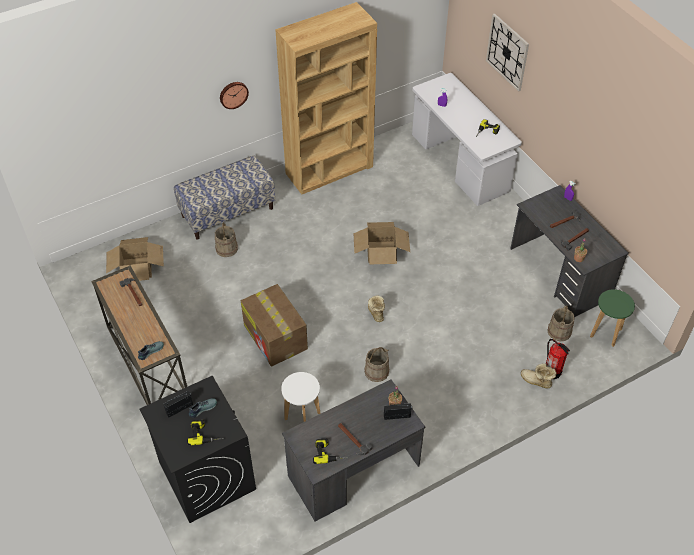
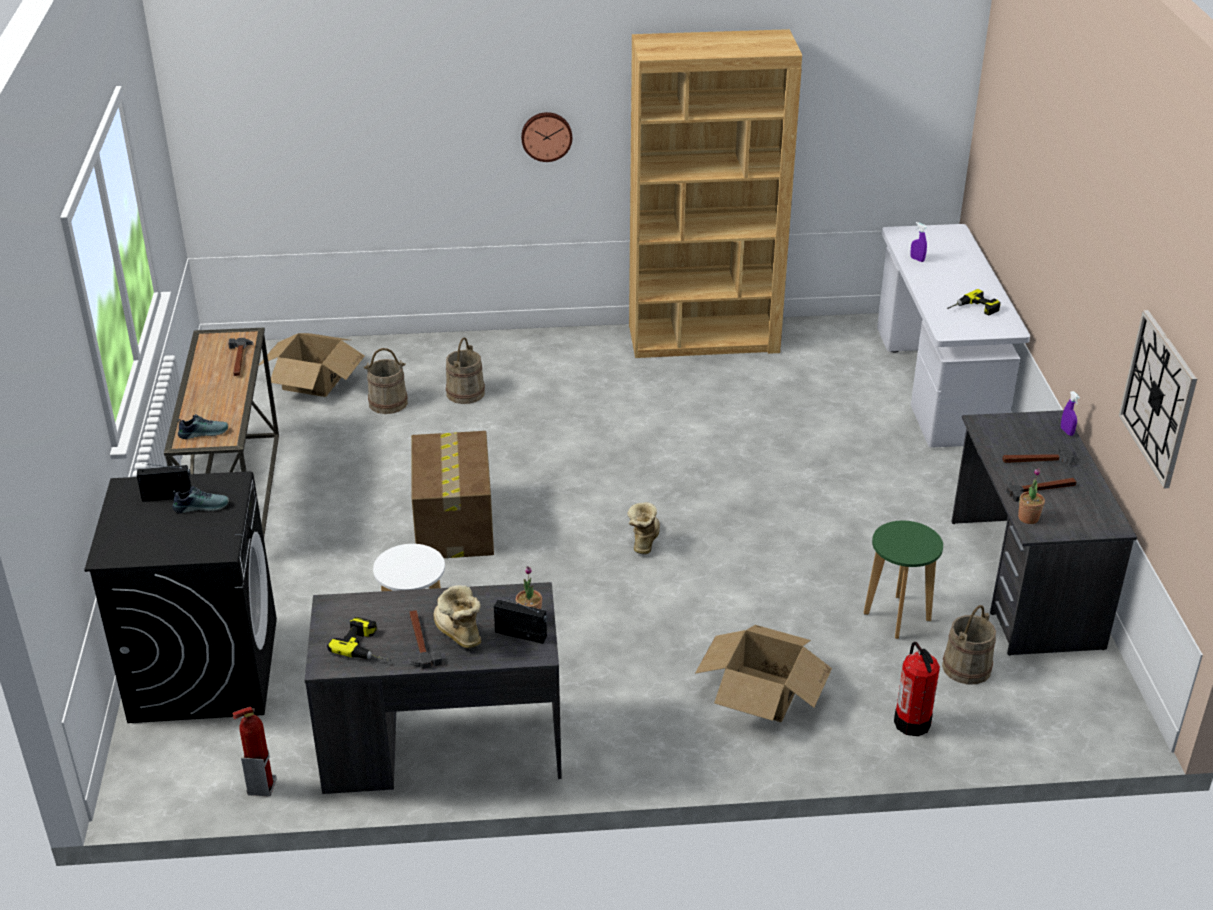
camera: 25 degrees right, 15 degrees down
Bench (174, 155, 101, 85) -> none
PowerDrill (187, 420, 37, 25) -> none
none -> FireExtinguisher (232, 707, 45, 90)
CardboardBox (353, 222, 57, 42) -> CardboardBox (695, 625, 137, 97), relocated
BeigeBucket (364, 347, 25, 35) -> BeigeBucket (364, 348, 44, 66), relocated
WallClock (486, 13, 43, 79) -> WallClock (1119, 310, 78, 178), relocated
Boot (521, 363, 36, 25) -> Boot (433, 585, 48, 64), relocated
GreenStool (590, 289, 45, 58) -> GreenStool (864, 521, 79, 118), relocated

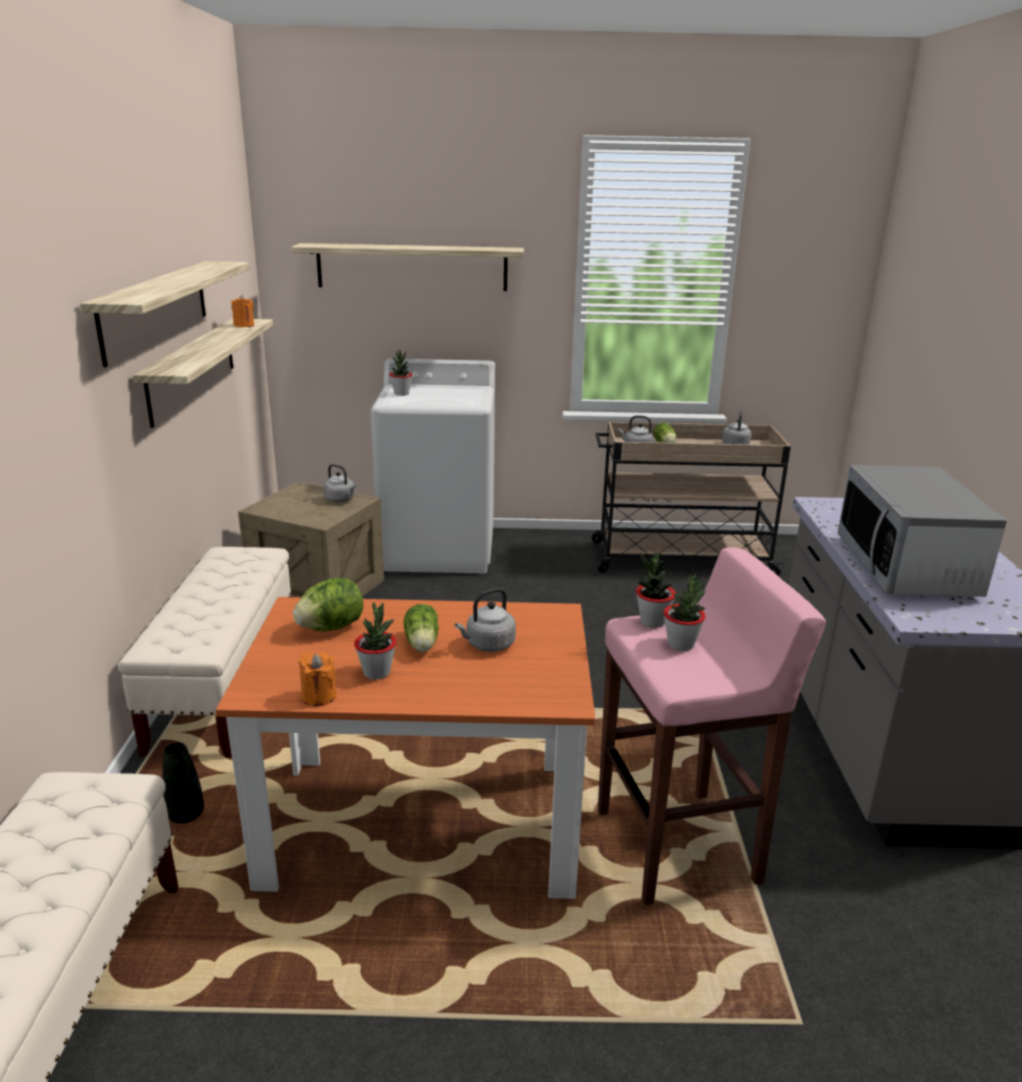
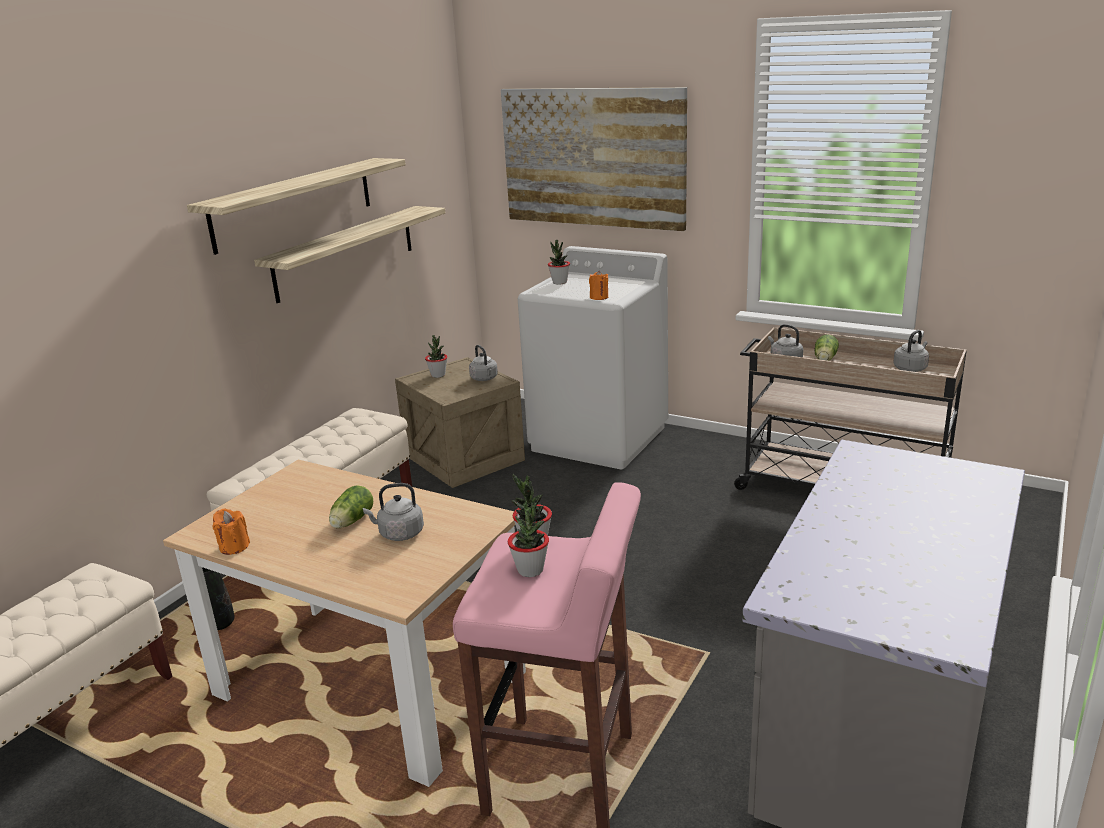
camera: 30 degrees right, 0 degrees up
Lettuce (293, 578, 71, 53) -> none
Microwave (838, 465, 169, 132) -> none
OrangeCandle (231, 295, 23, 32) -> OrangeCandle (589, 271, 19, 29), relocated
PottedPlant (354, 602, 43, 78) -> PottedPlant (425, 335, 22, 43), relocated
Shelf (291, 243, 233, 48) -> Picture (501, 87, 186, 144)
OrangeDiningTable (216, 597, 379, 302) -> BeigeDiningTable (163, 459, 363, 328)

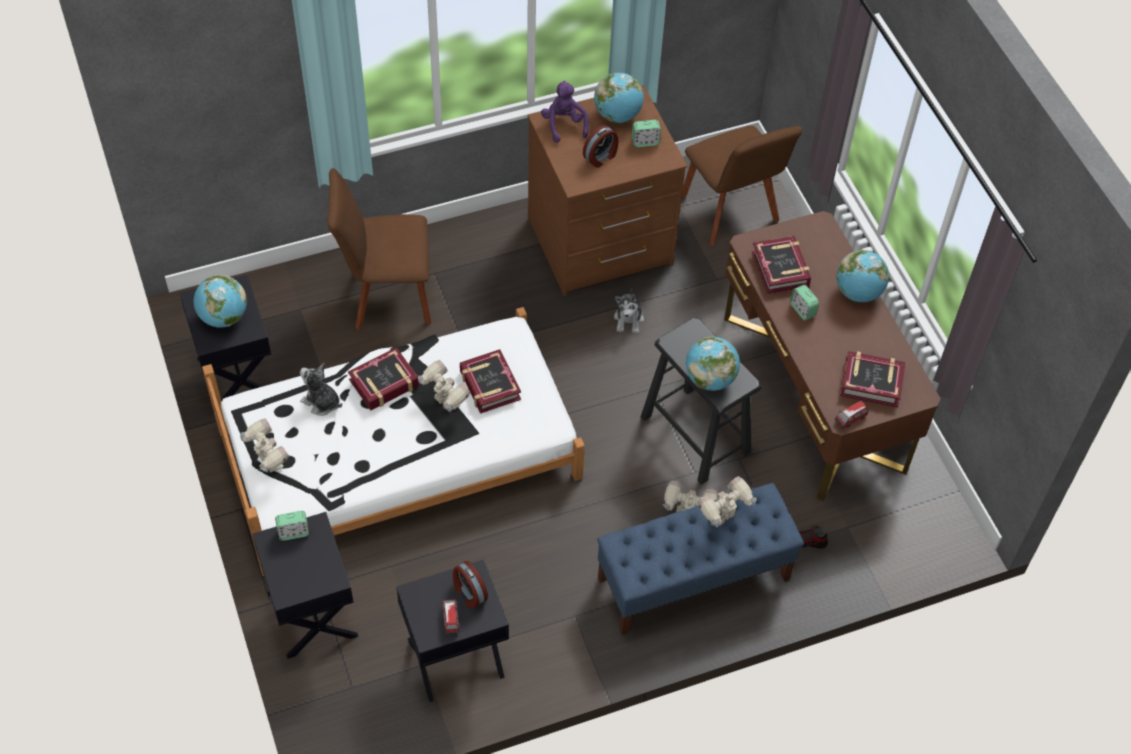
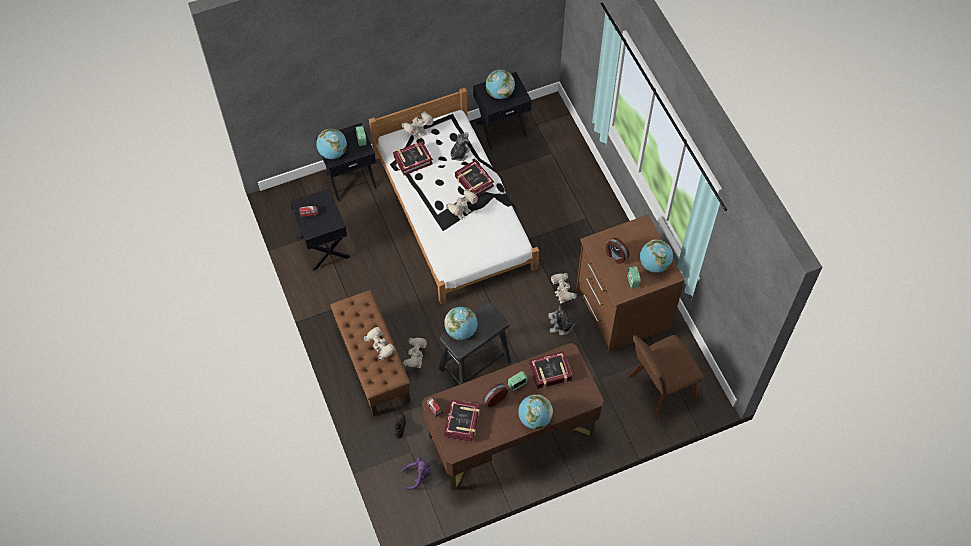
camera: 90 degrees right, 5 degrees up
BrownChair (327, 168, 104, 162) -> none
none -> Globe (316, 129, 31, 30)
none -> ToyRobot (551, 273, 26, 30)
AlarmClock (453, 561, 35, 47) -> AlarmClock (483, 383, 25, 24), relocated
Book (460, 349, 61, 65) -> Book (393, 141, 40, 34), relocated
PurplePlushToy (541, 81, 48, 62) -> PurplePlushToy (401, 457, 30, 33), relocated
BlueBench (597, 483, 207, 152) -> BrownBench (330, 290, 80, 126)

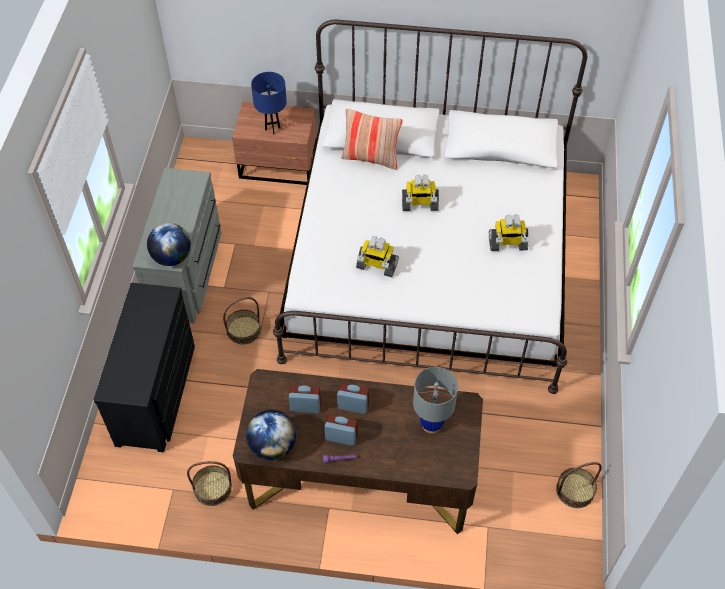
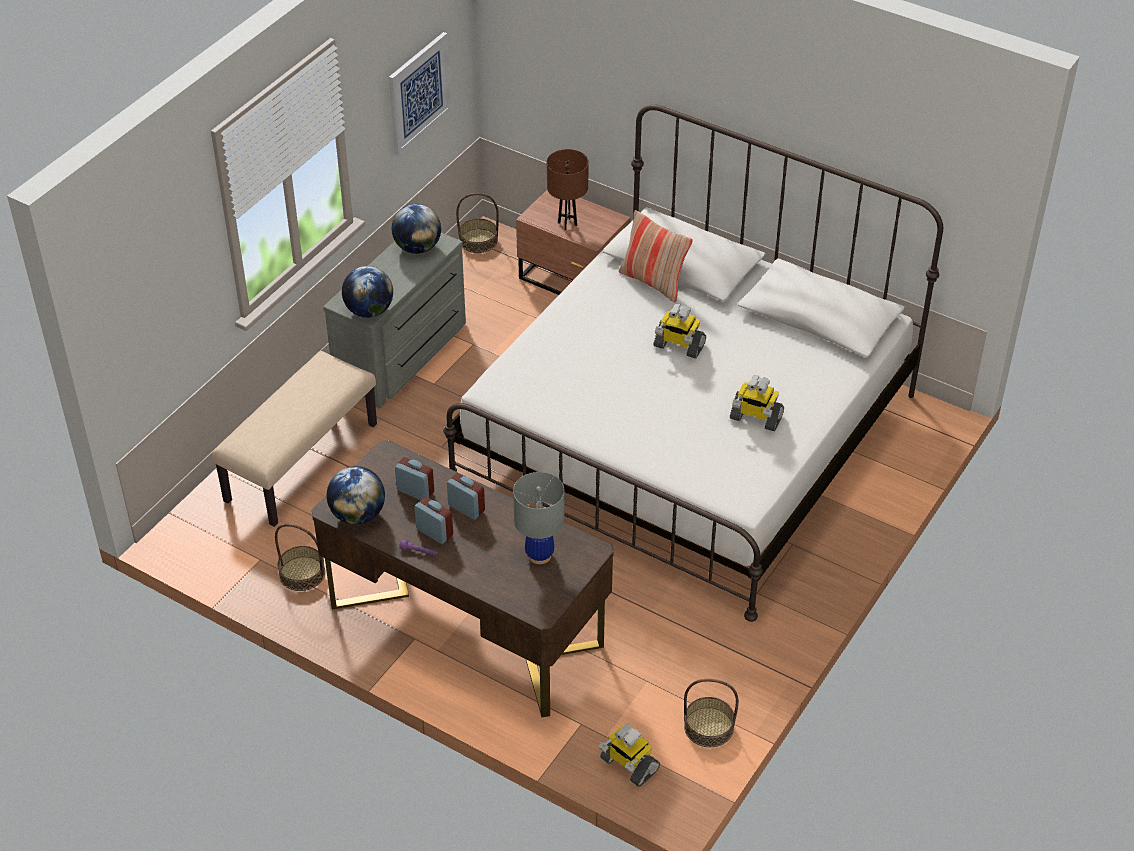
camera: 25 degrees right, 10 degrees down
none -> Picture (389, 32, 62, 124)
none -> Globe (392, 204, 49, 50)
Basket (223, 297, 38, 48) -> Basket (456, 193, 43, 60), relocated
ToyRobot (356, 236, 43, 41) -> ToyRobot (599, 724, 61, 63), relocated
BlackDresser (93, 283, 102, 169) -> BeigeBench (212, 351, 165, 176)
BlueTableLamp (251, 72, 36, 63) -> BrownTableLamp (547, 149, 42, 81)

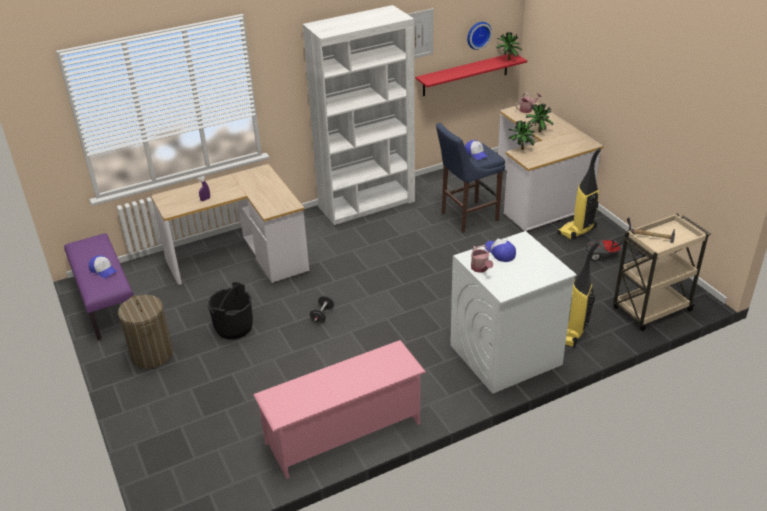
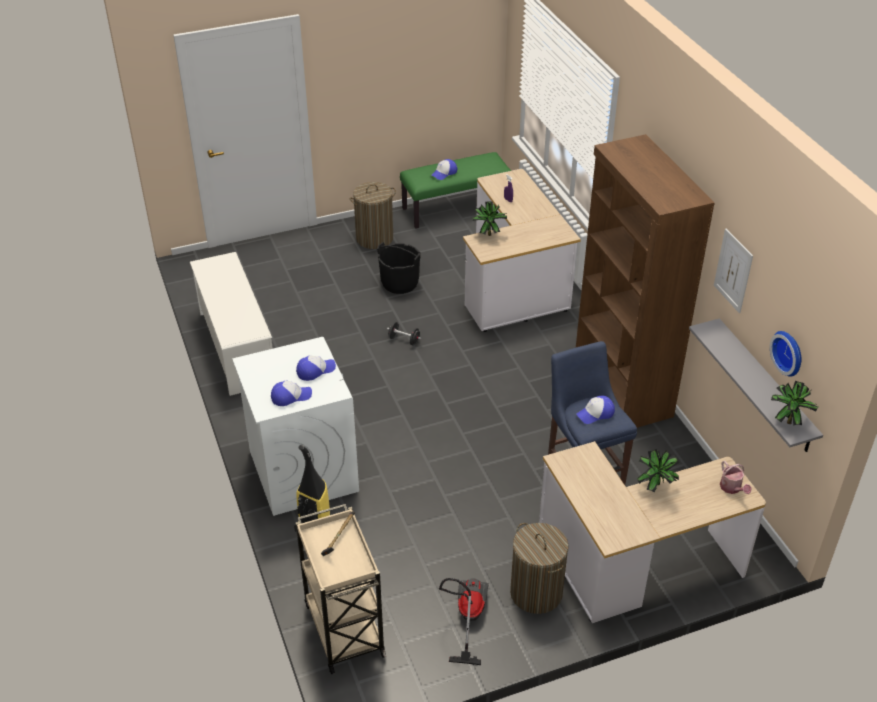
camera: 95 degrees right, 5 degrees up
WateringCan (471, 245, 22, 28) -> none
none -> Cap (271, 381, 41, 25)
PottedPlant (508, 120, 27, 30) -> PottedPlant (473, 201, 34, 35), relocated
VacuumCleaner (557, 148, 44, 93) -> LaundryBasket (510, 523, 59, 91)
PurpleBench (64, 233, 70, 107) -> GreenBench (400, 152, 111, 77)
PinkShoeRack (253, 340, 173, 139) -> WhiteShoeRack (190, 252, 83, 144)
WhiteBookcase (302, 5, 113, 220) -> BrownBookcase (576, 134, 138, 294)
RedShelf (415, 53, 112, 43) -> GreyShelf (689, 318, 134, 134)

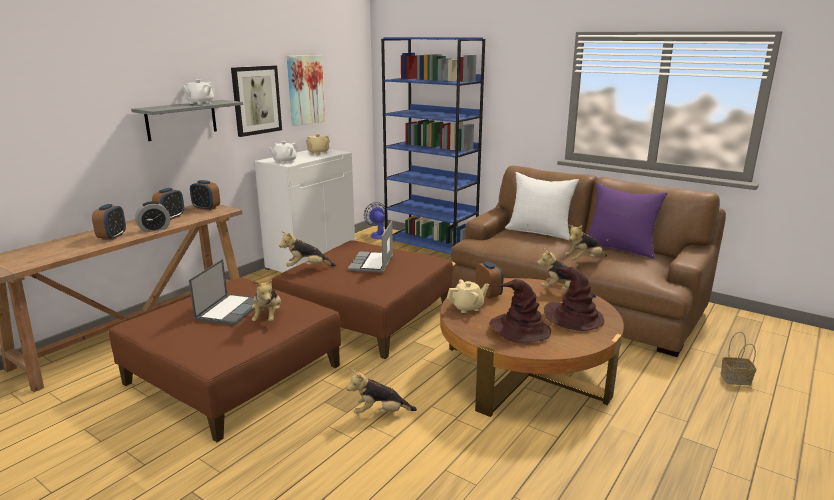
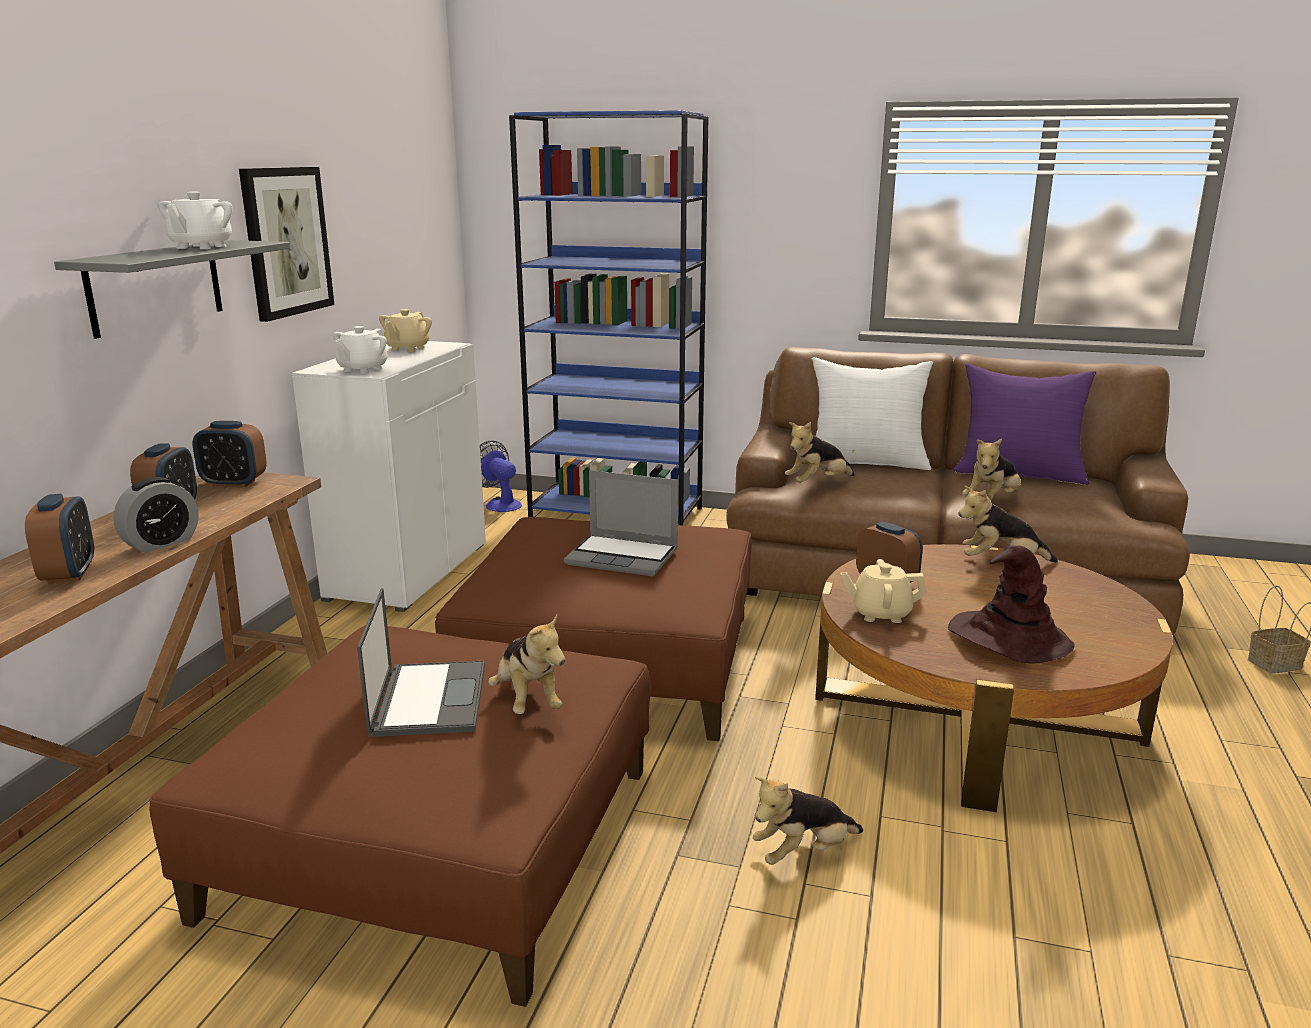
camera: 20 degrees left, 0 degrees up
Picture (287, 55, 38, 71) -> none
BrownHat (544, 267, 61, 64) -> none
PlushToy (279, 231, 57, 36) -> PlushToy (785, 422, 70, 61), relocated
Laptop (348, 221, 45, 52) -> Laptop (564, 470, 114, 106), 60 degrees counterclockwise
BeigeTeapot (447, 279, 42, 34) -> BeigeTeapot (840, 559, 87, 64), 135 degrees counterclockwise

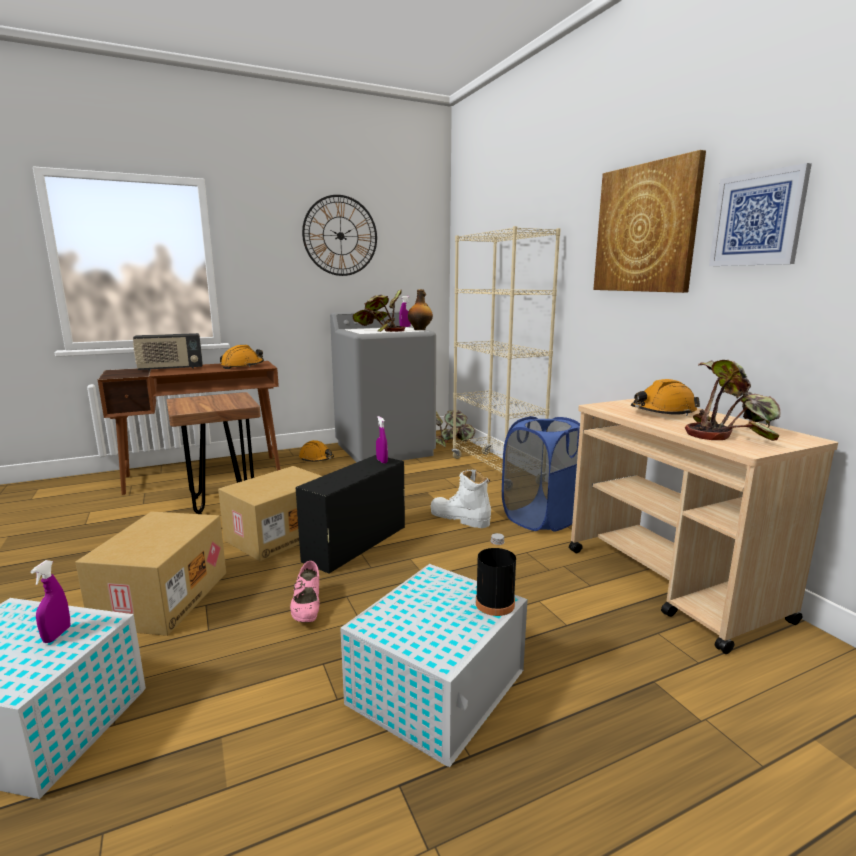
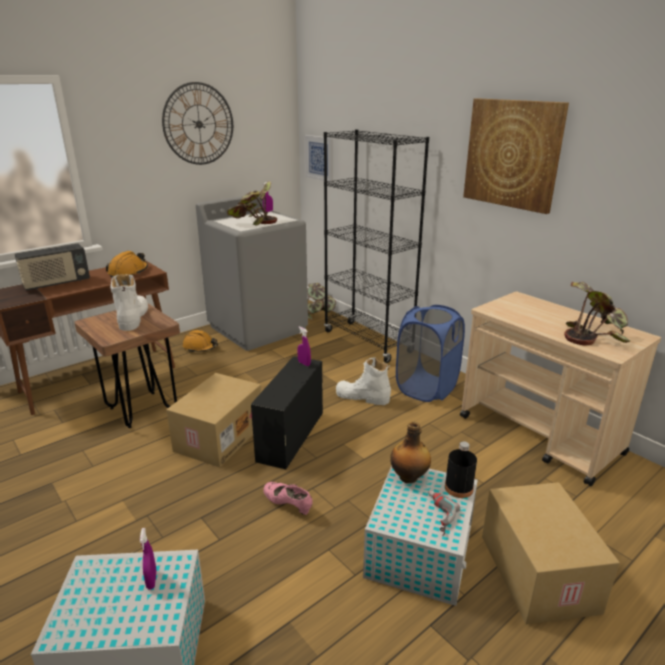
camera: 15 degrees left, 10 degrees up
OrangeHardHat (631, 379, 69, 37) -> none
none -> WhiteBoot (110, 274, 38, 57)
none -> PowerDrill (428, 491, 32, 45)
CardboardBox (75, 512, 151, 124) -> CardboardBox (482, 482, 138, 143), relocated
Bottle (408, 289, 25, 41) -> Bottle (390, 422, 41, 61), relocated
Picture (709, 163, 103, 103) -> Picture (305, 135, 28, 47), relocated
BeigeBookcase (452, 226, 109, 246) -> BlackBookcase (324, 129, 105, 234)
PinkShoe (290, 561, 30, 62) -> PinkShoe (263, 482, 50, 33), 150 degrees clockwise

